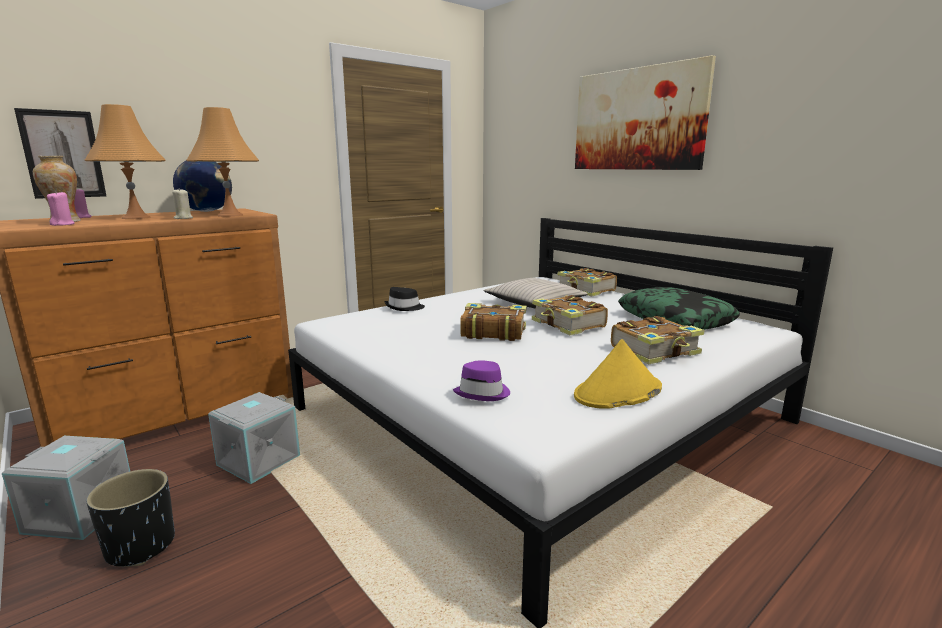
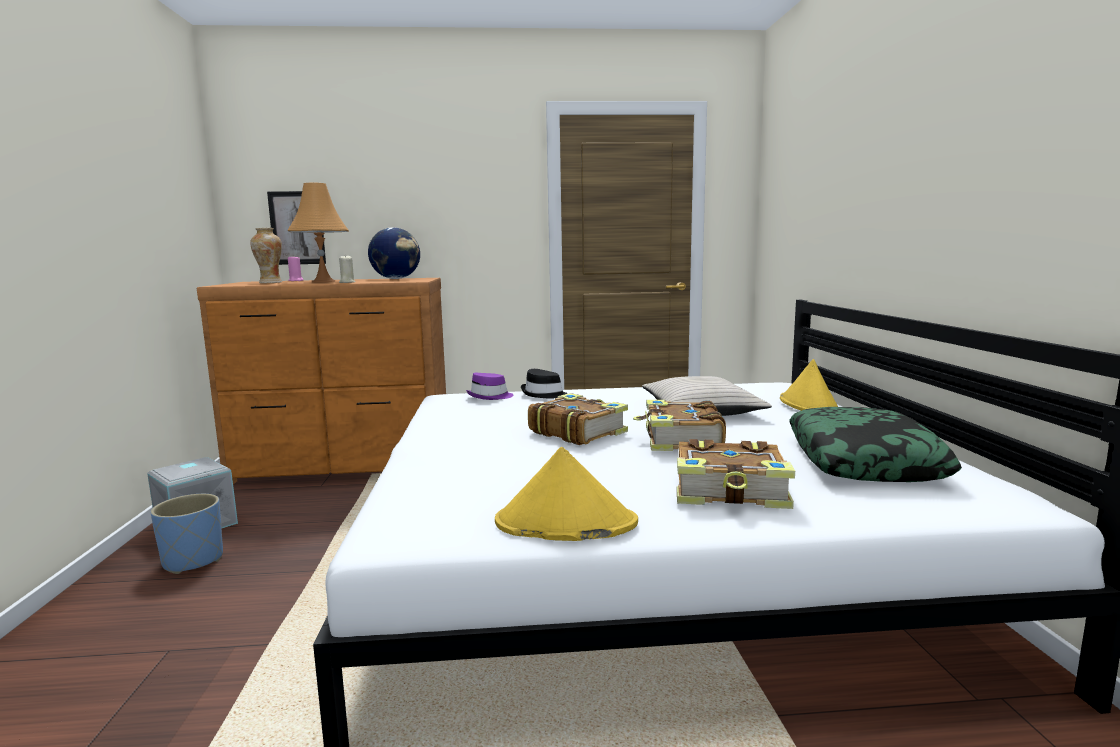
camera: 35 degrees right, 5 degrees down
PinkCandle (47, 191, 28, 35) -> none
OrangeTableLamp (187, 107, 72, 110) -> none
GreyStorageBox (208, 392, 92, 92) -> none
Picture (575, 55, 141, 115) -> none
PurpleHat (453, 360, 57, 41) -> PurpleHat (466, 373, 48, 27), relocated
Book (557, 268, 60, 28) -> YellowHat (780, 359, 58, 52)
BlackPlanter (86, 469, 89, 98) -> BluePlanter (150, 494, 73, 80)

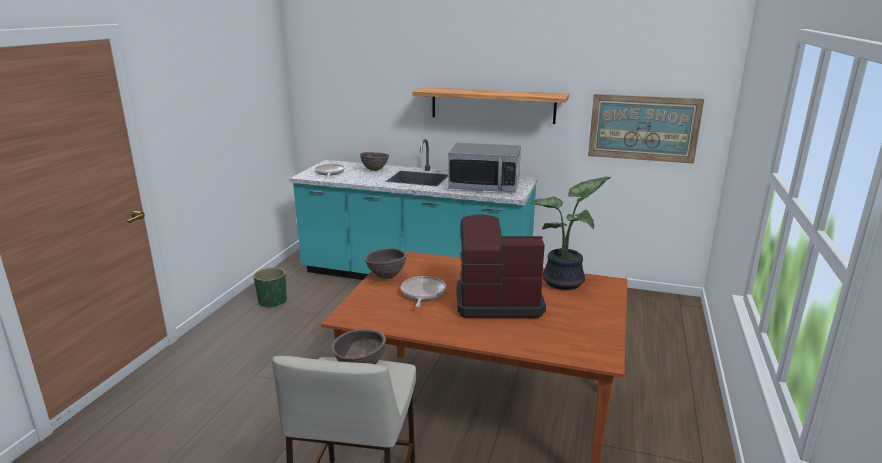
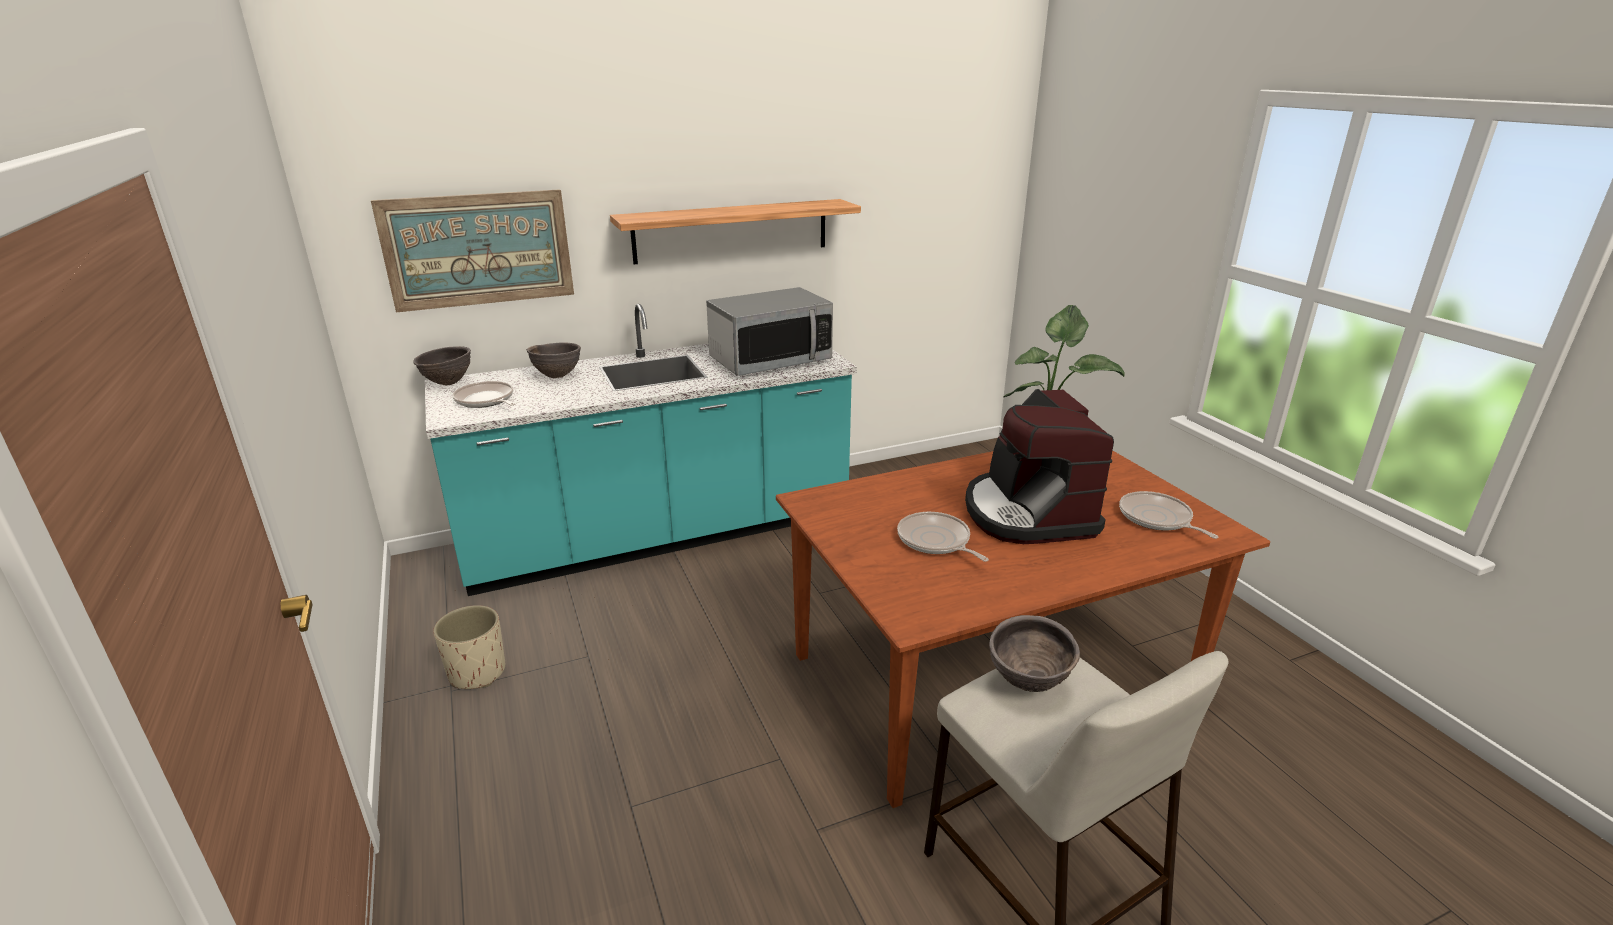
camera: 40 degrees left, 5 degrees up
none -> FryingPan (1119, 491, 99, 48)
BrownBowl (364, 248, 43, 31) -> BrownBowl (413, 346, 58, 39), relocated
Picture (588, 94, 116, 70) -> Picture (371, 189, 203, 123), relocated
GreenPlanter (254, 267, 33, 41) -> BeigePlanter (433, 605, 72, 84)
CoffeeMachine (457, 214, 89, 104) -> CoffeeMachine (965, 389, 149, 155), 60 degrees counterclockwise

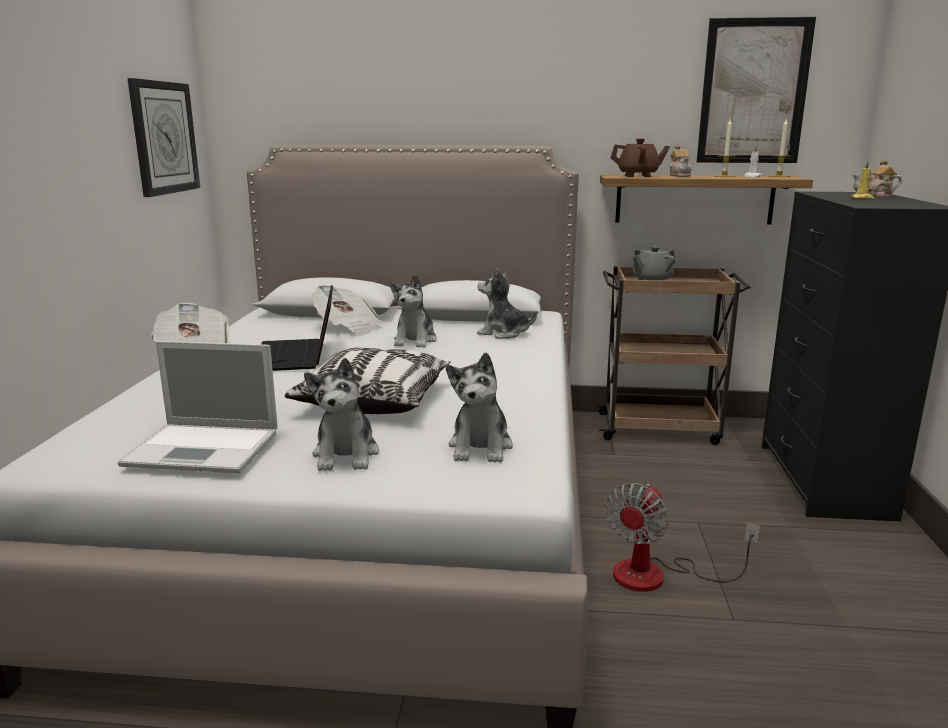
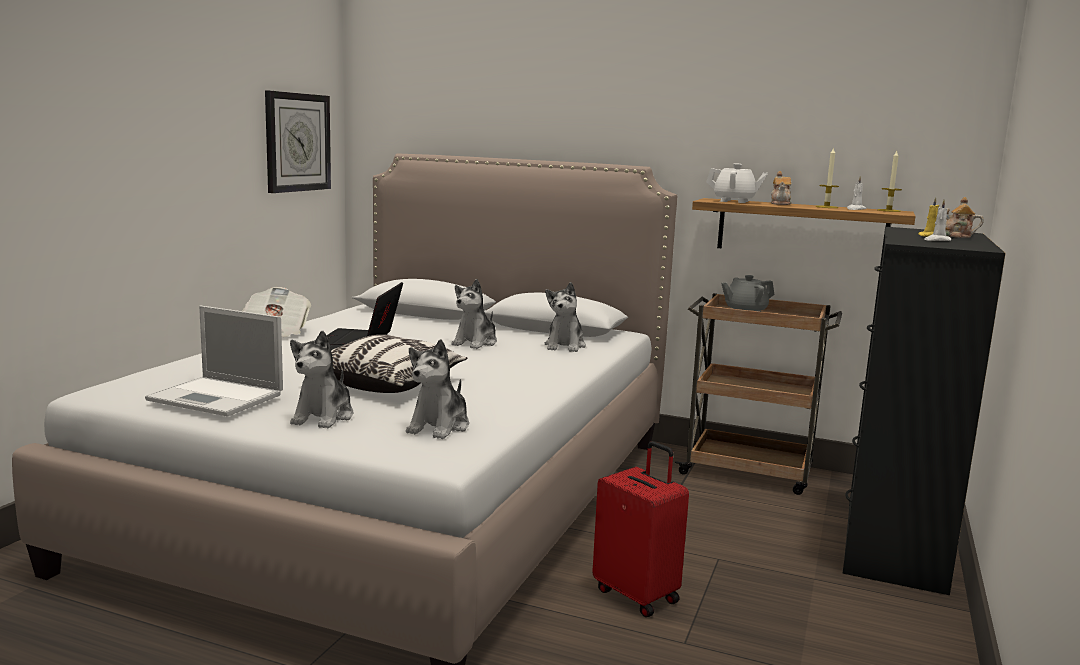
camera: 15 degrees right, 5 degrees down
Newspaper (310, 285, 72, 50) -> none
Picture (697, 17, 119, 146) -> none
none -> WhiteCandle (924, 200, 27, 41)
Fan (605, 483, 155, 109) -> RedSuitcase (592, 441, 97, 176)
BrownTeapot (611, 138, 59, 39) -> WhiteTeapot (706, 163, 62, 40)
PlushToy (477, 268, 60, 71) -> PlushToy (545, 282, 41, 70), 120 degrees counterclockwise

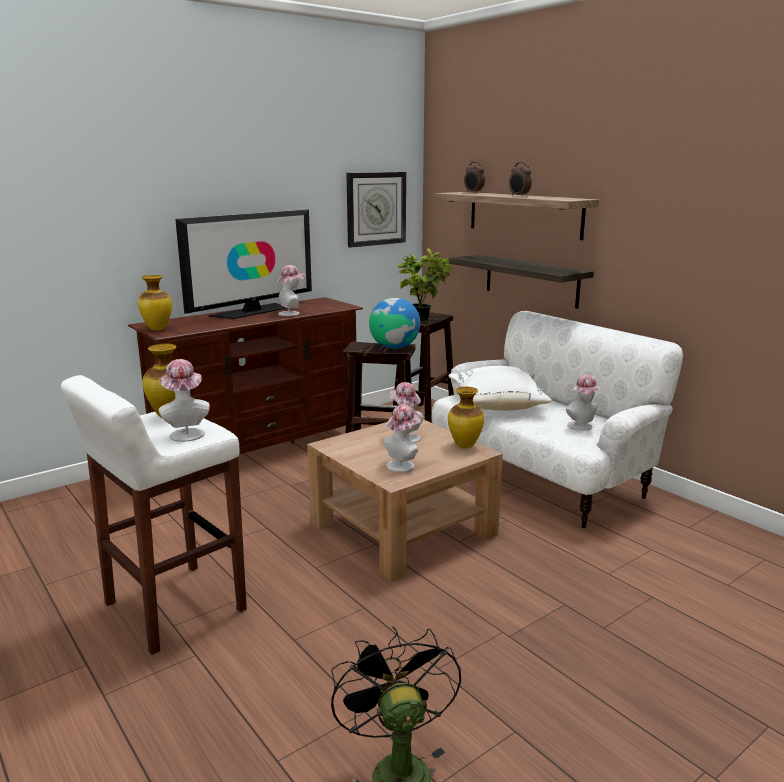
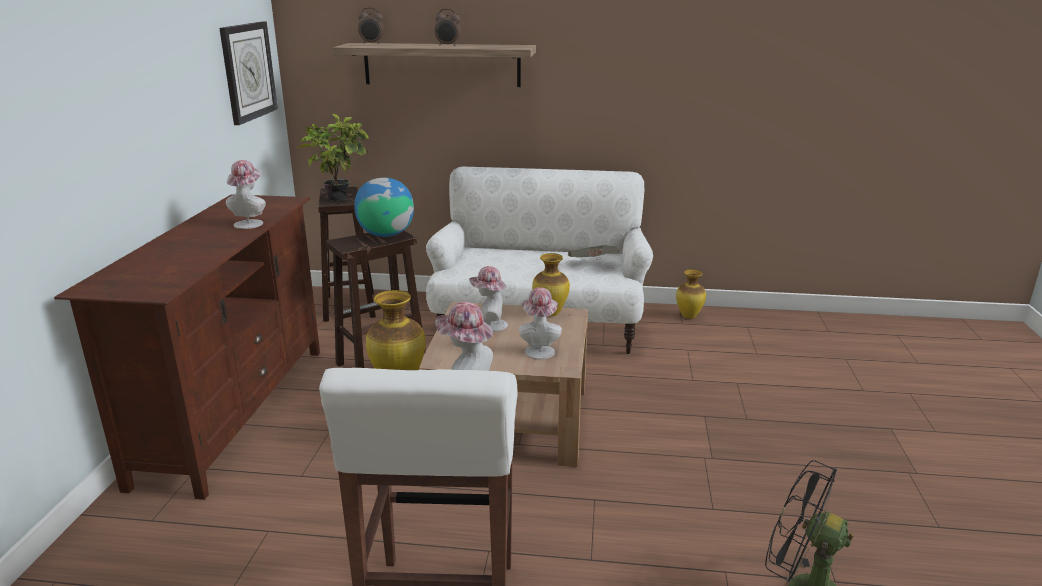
camera: 45 degrees left, 5 degrees up
Television (175, 210, 137, 109) -> none
Shelf (449, 254, 145, 55) -> none
WhitePillow (449, 366, 103, 45) -> none
Vase (138, 275, 34, 56) -> Vase (676, 269, 30, 50), relocated
Hat (566, 374, 36, 57) -> Newspaper (568, 245, 51, 12)

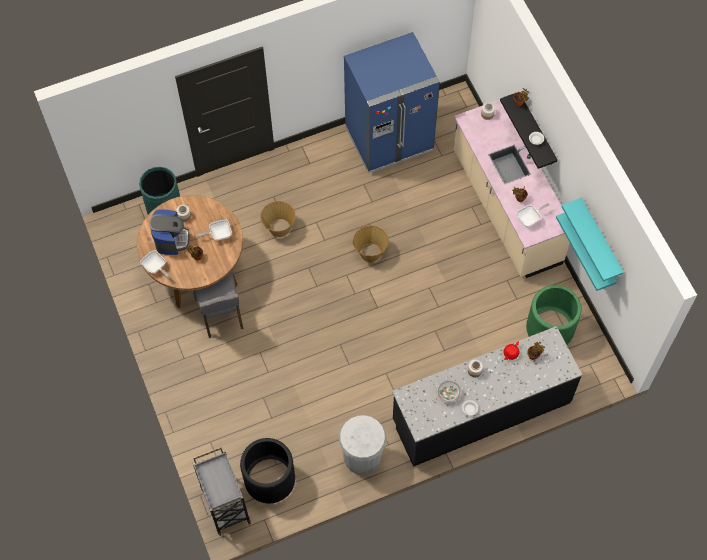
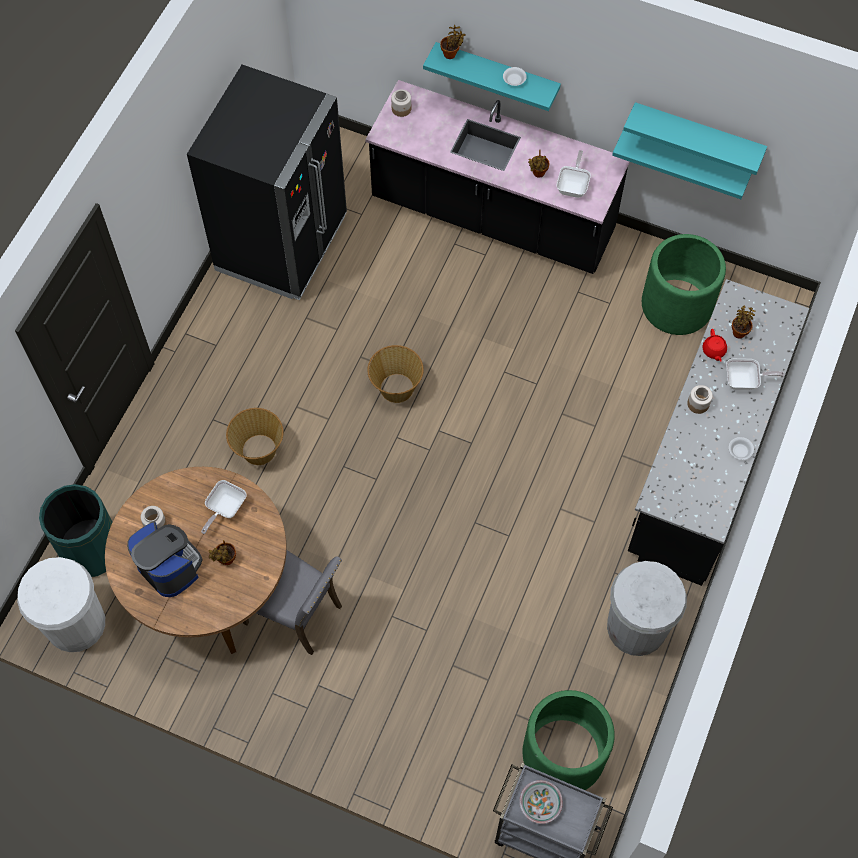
camera: 45 degrees left, 0 degrees up
none -> WhiteTrashCan (17, 557, 88, 95)
FryingPan (140, 250, 30, 28) -> FryingPan (726, 359, 59, 31), relocated
Bowl (437, 380, 25, 23) -> Bowl (519, 780, 44, 44), relocated
BlackPlanter (240, 438, 55, 66) -> GreenPlanter (523, 690, 92, 100)
BlueFridge (344, 32, 96, 141) -> BlackFridge (187, 65, 160, 235)
BeigeCounter (454, 100, 116, 178) -> BlackCounter (365, 80, 265, 194)
BlackShelf (500, 93, 58, 76) -> TurquoiseShelf (423, 42, 138, 69)

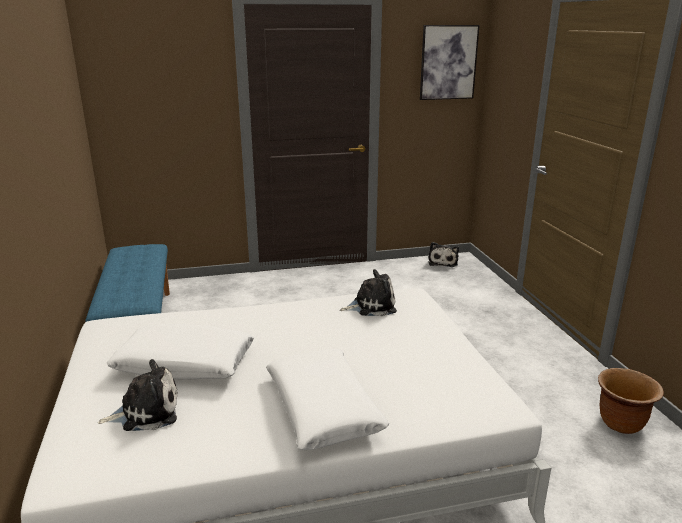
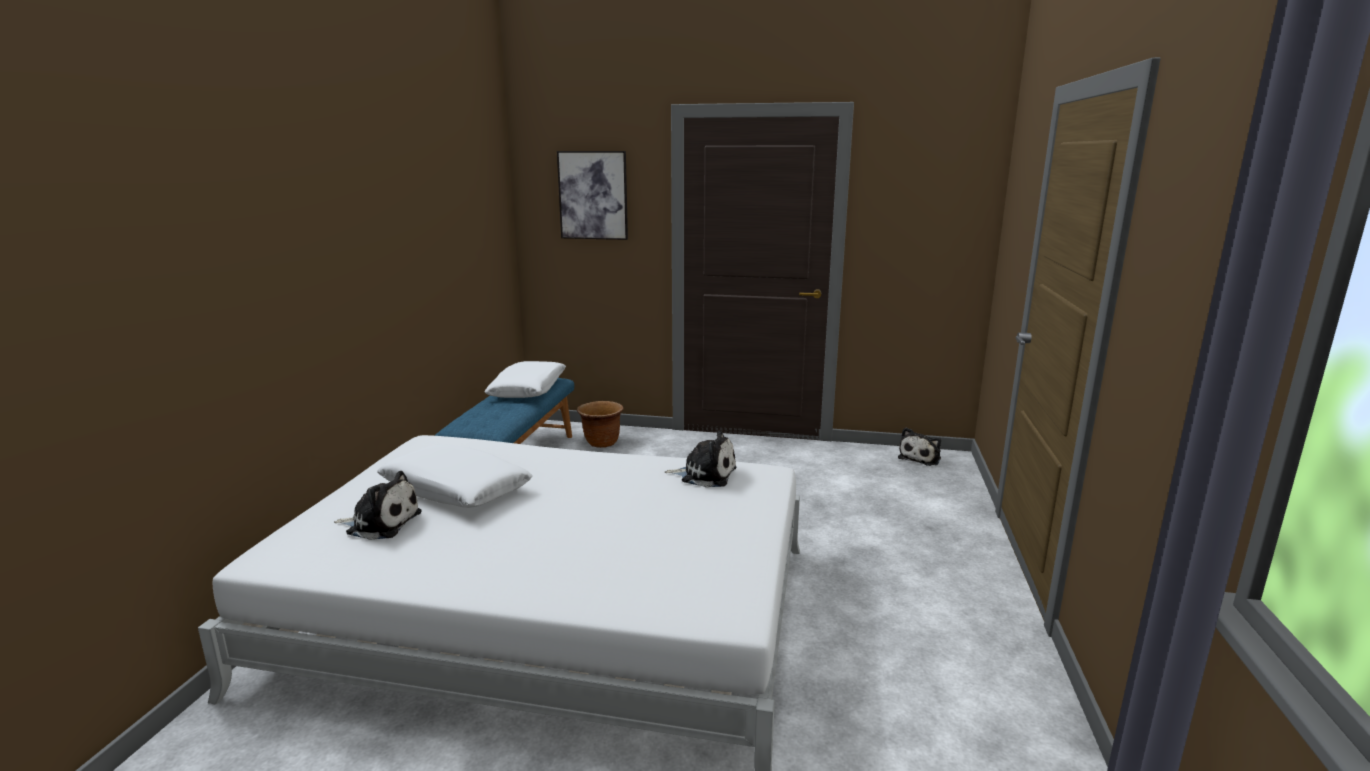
camera: 25 degrees right, 5 degrees down
WhitePillow (266, 349, 124, 101) -> WhitePillow (485, 361, 81, 37), relocated
Picture (420, 25, 60, 75) -> Picture (557, 151, 71, 89), relocated
BrownPlanter (598, 368, 66, 66) -> BrownPlanter (577, 401, 46, 47), relocated

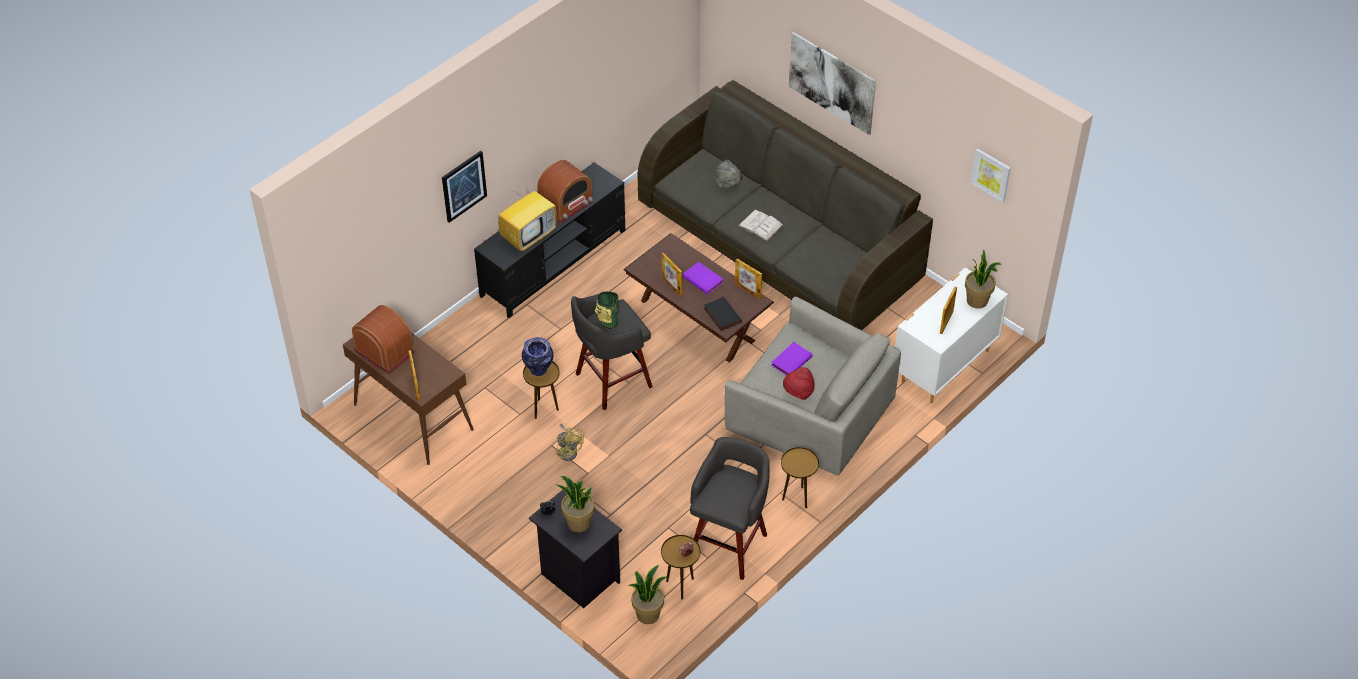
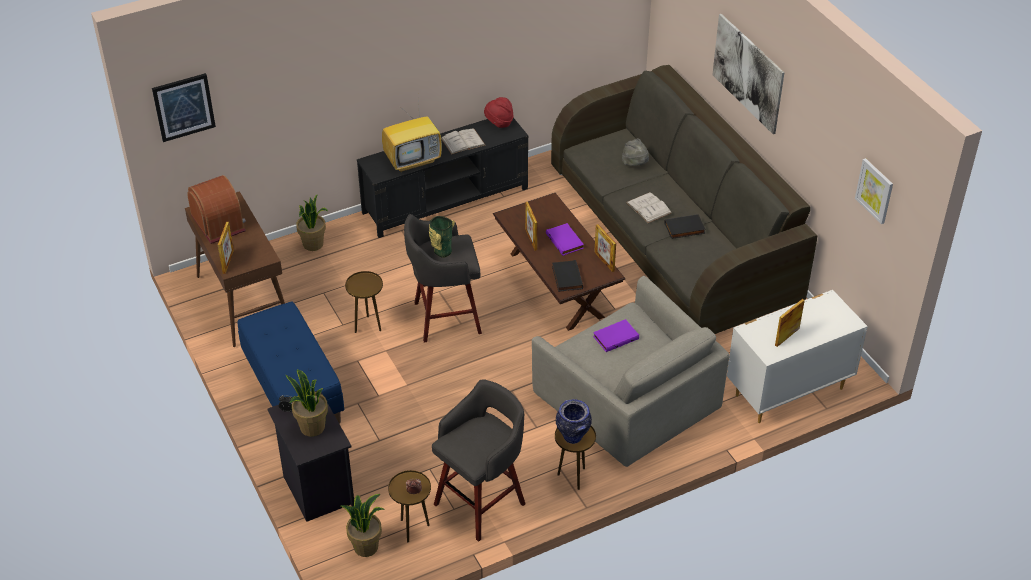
camera: 20 degrees right, 5 degrees down
YellowFan (556, 424, 28, 37) -> none
none -> BlueBench (238, 302, 106, 122)
none -> BlackBook (664, 214, 42, 25)
Picture (442, 151, 45, 72) -> Picture (152, 73, 64, 69), relocated
Vase (522, 337, 31, 39) -> Vase (556, 399, 36, 45), relocated
RedHat (783, 367, 32, 33) -> RedHat (484, 97, 29, 31), relocated
PottedPlant (965, 250, 36, 59) -> PottedPlant (296, 194, 32, 57), relocated
Radio (537, 160, 57, 64) -> WhiteBook (441, 128, 44, 27)

